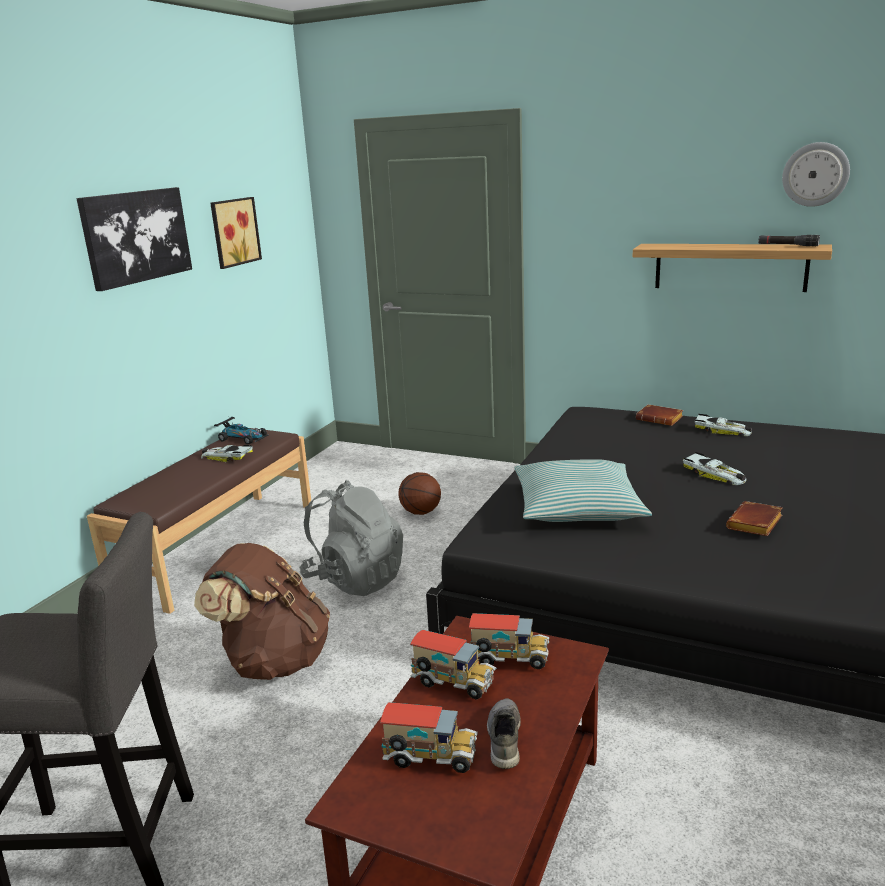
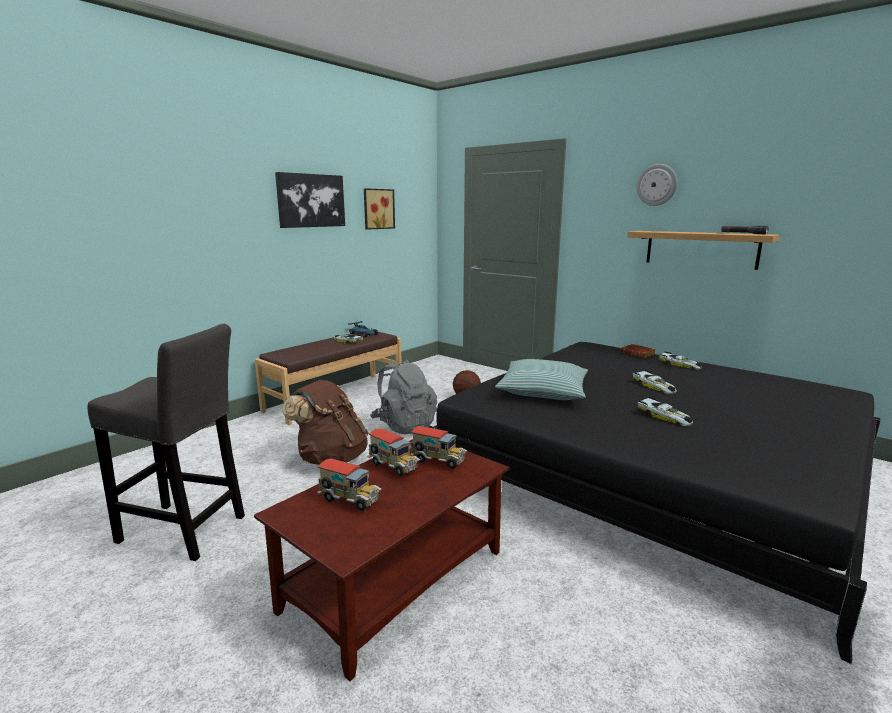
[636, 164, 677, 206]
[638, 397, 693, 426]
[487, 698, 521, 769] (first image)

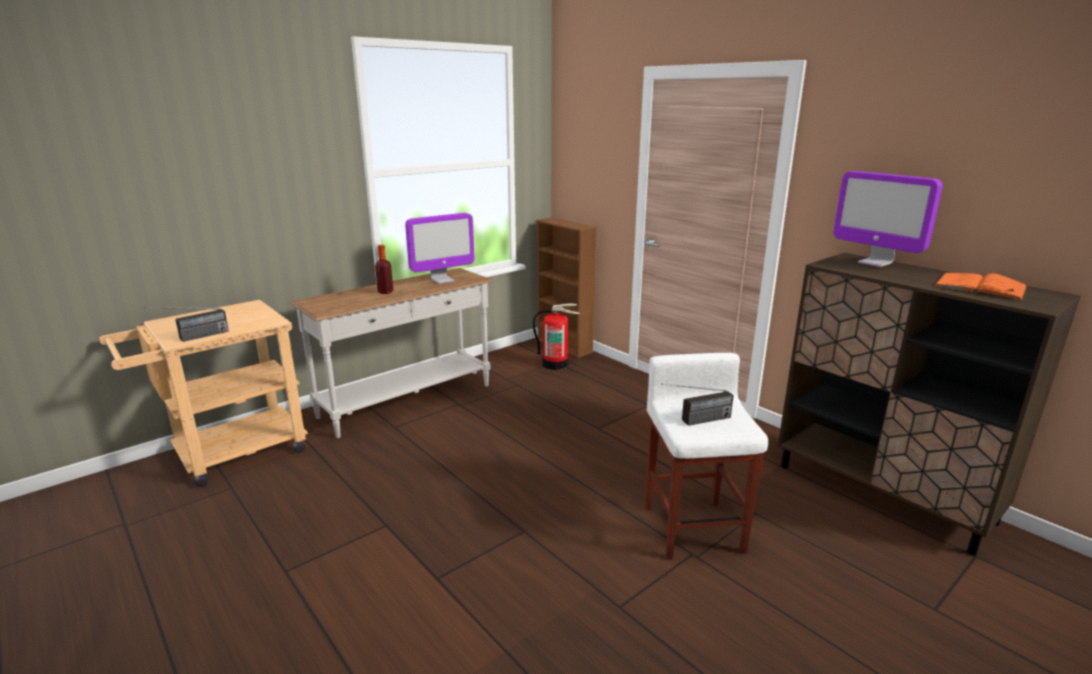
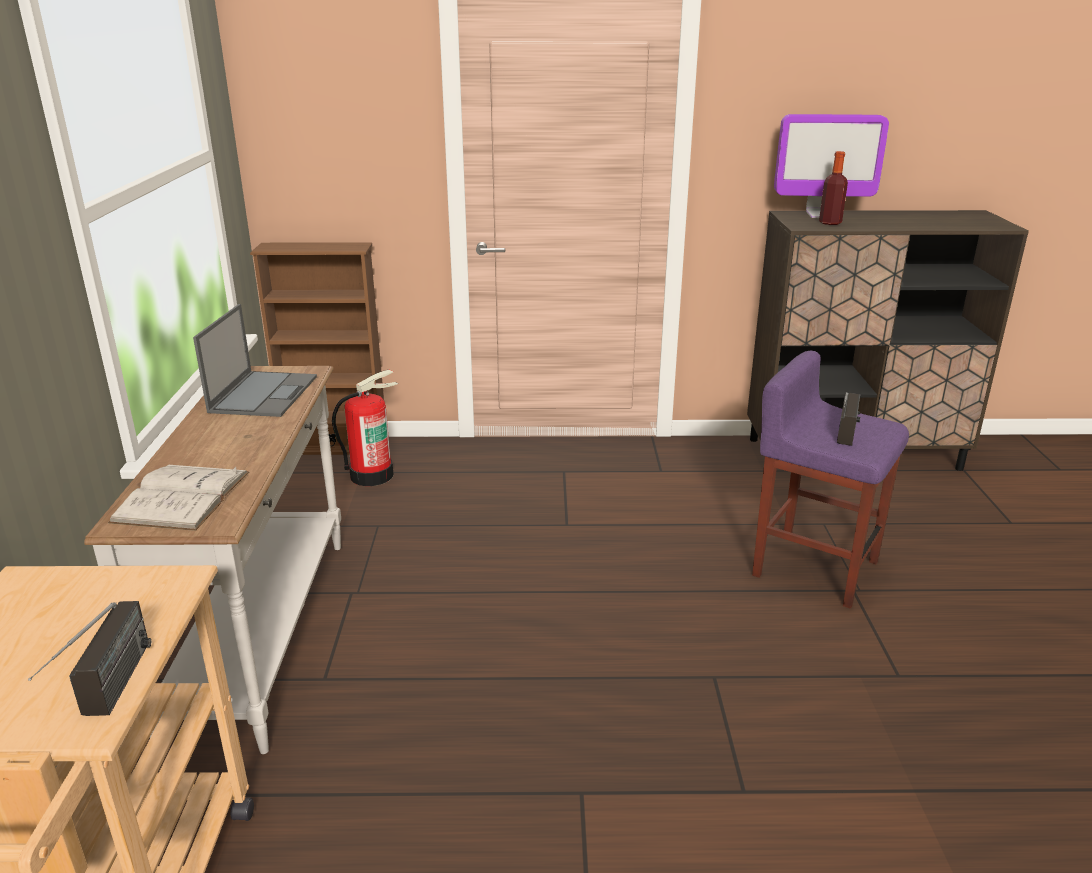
[193, 304, 317, 417]
[819, 151, 848, 225]
[933, 273, 1028, 301] (first image)
[752, 351, 909, 609]
[108, 465, 249, 531]

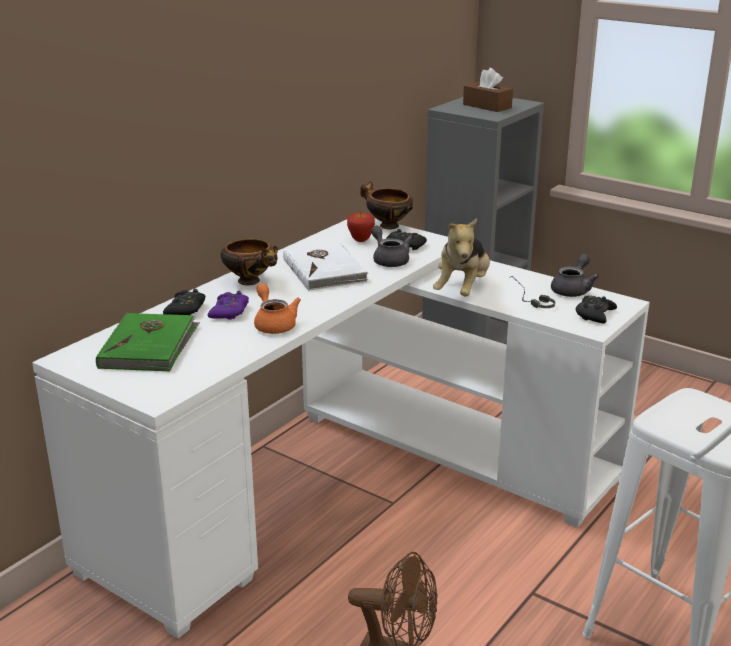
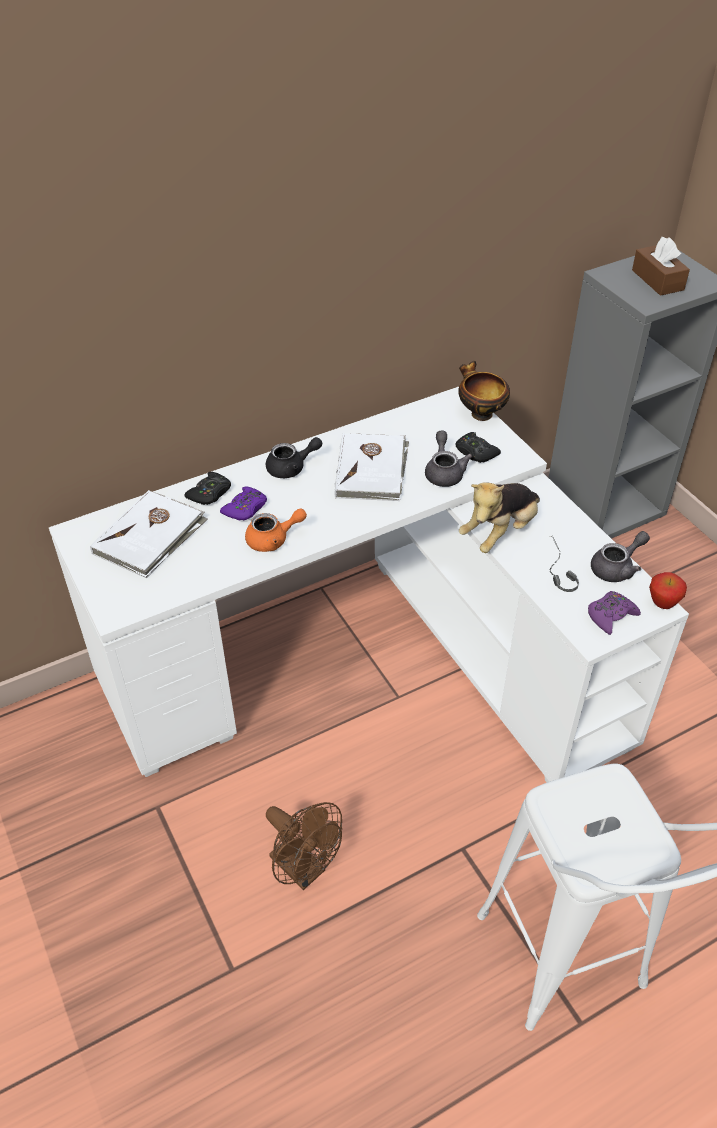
[649, 572, 687, 609]
[266, 437, 322, 478]
[245, 509, 307, 552]
[588, 591, 641, 635]
[90, 490, 208, 578]

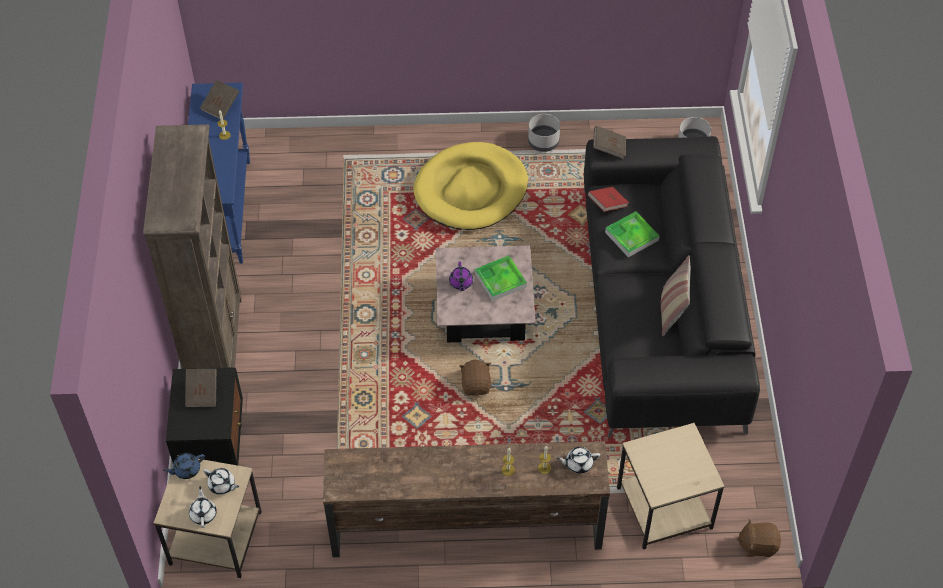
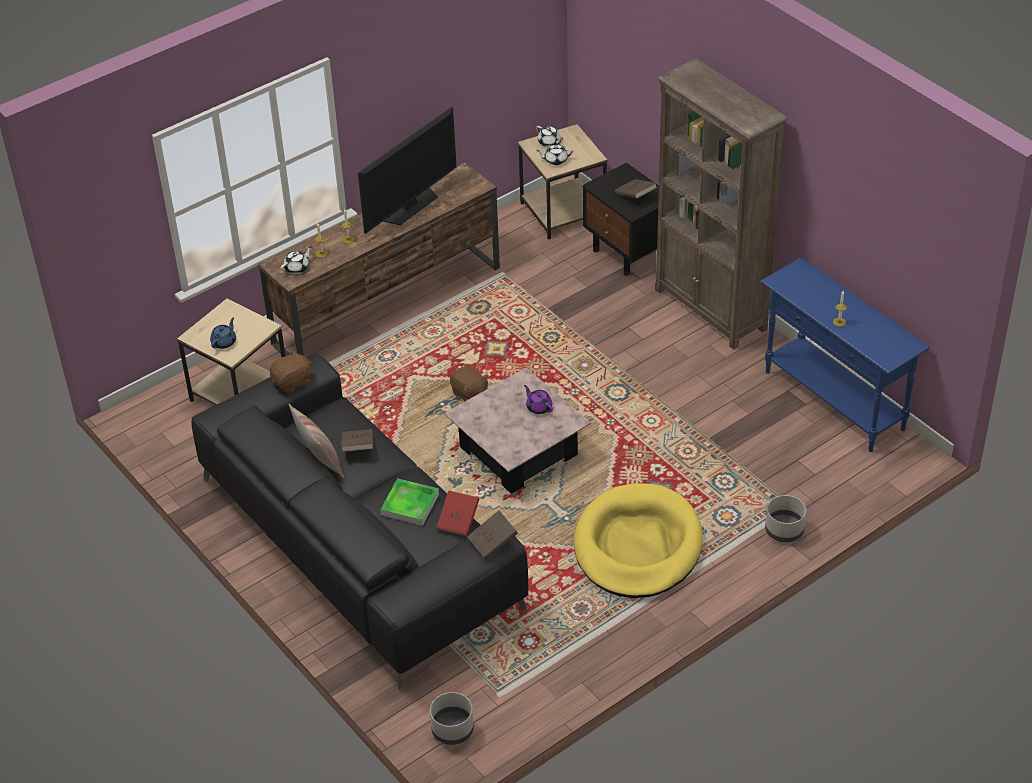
[341, 429, 373, 452]
[765, 495, 806, 542]
[475, 255, 527, 301] (first image)
[210, 318, 236, 349]
[270, 350, 312, 393]
[358, 107, 457, 234]

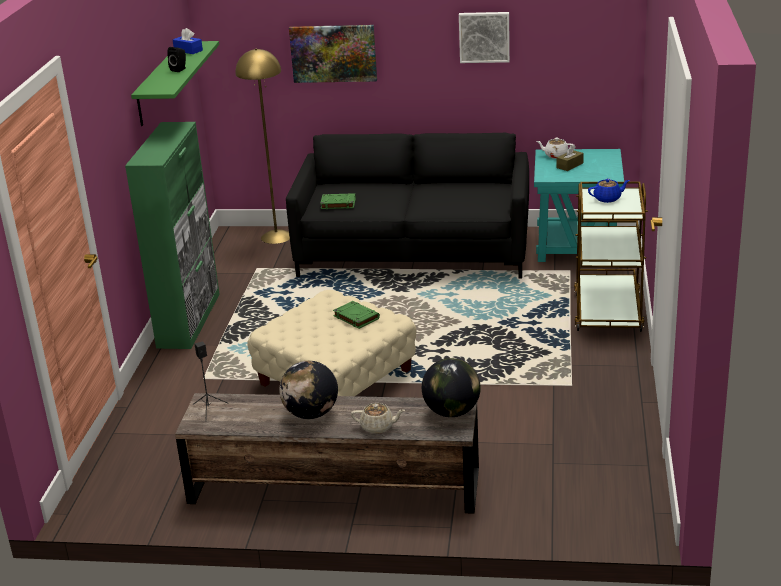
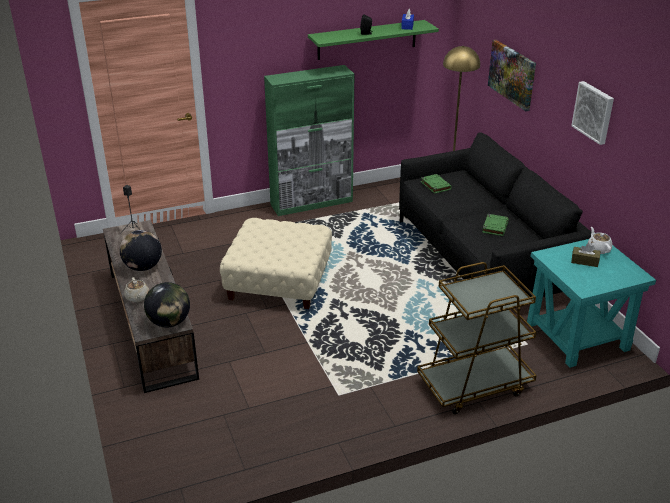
[588, 179, 630, 203] (first image)
[482, 214, 509, 236]

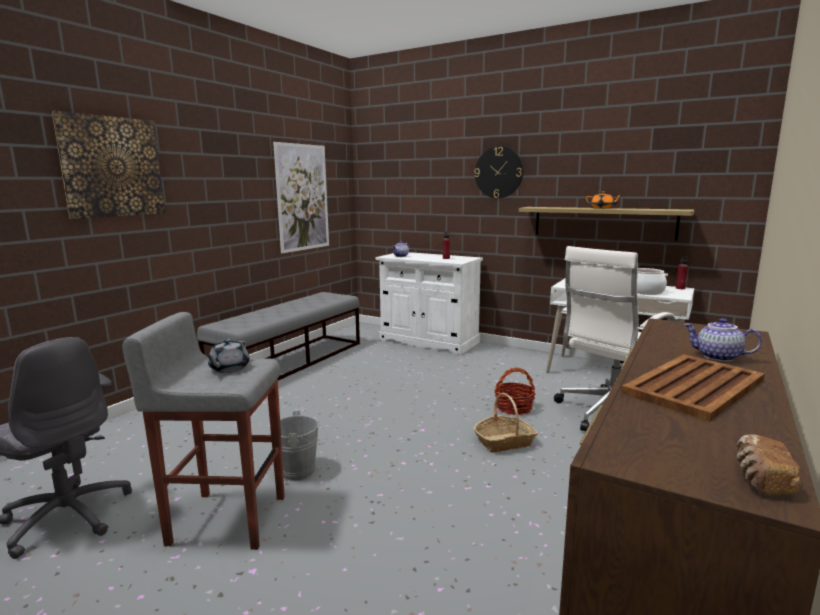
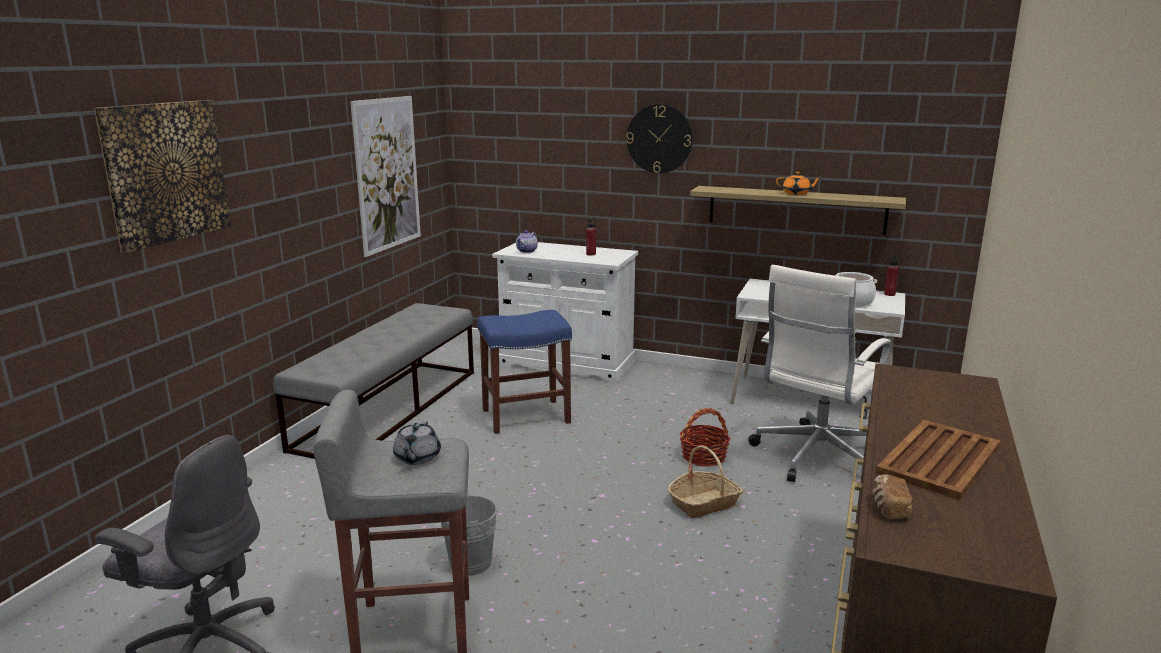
[684, 318, 762, 362] (first image)
[872, 474, 912, 519]
[478, 310, 572, 434]

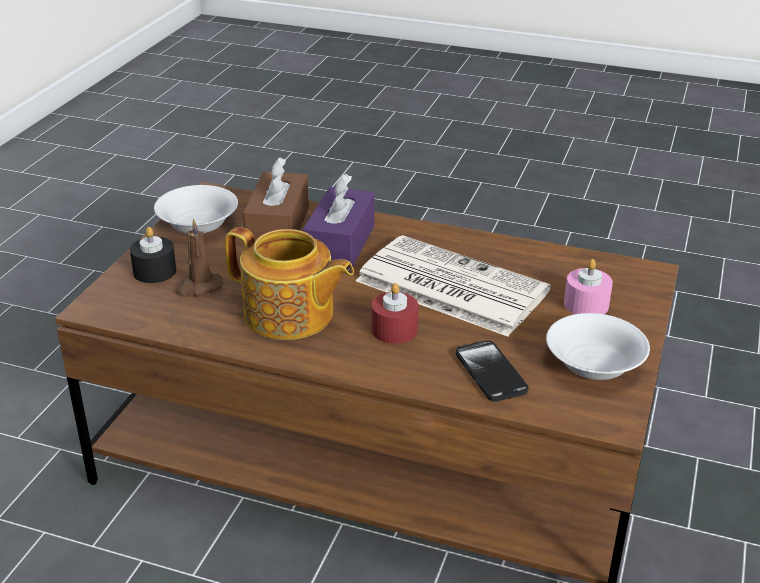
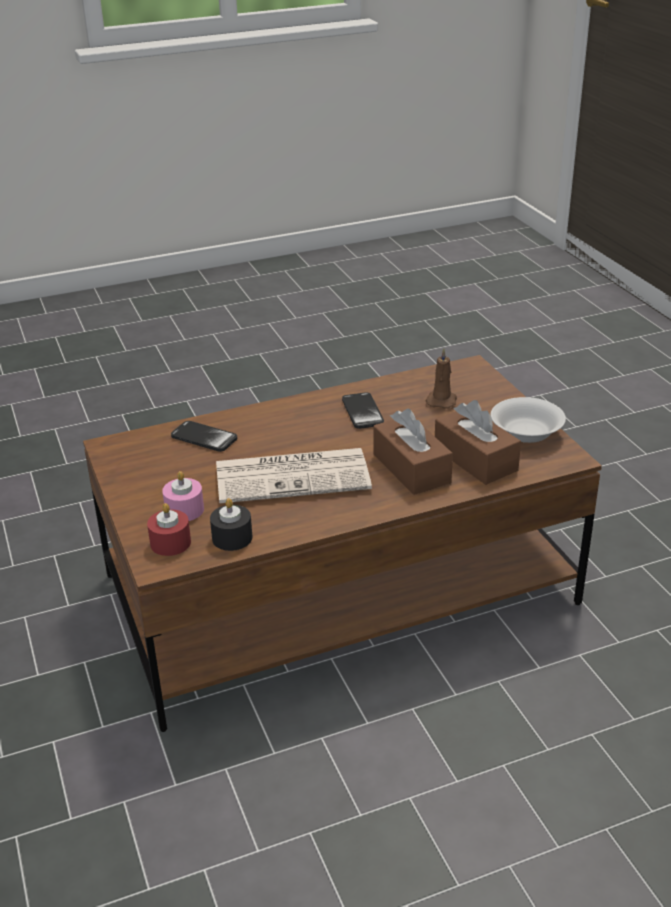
[374, 408, 453, 495]
[210, 498, 253, 551]
[342, 392, 384, 429]
[147, 503, 191, 556]
[546, 313, 650, 380] (first image)

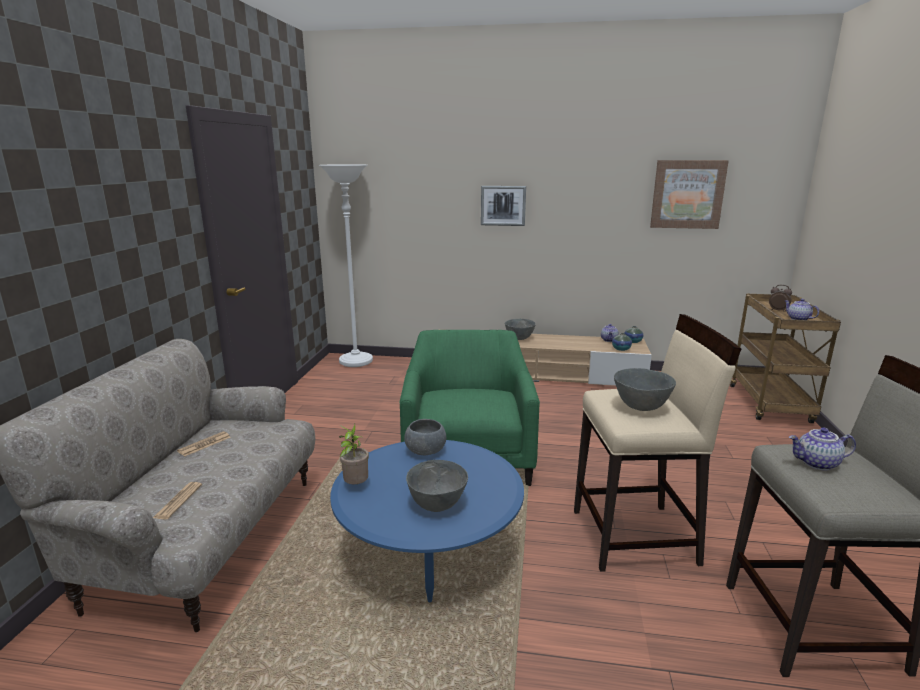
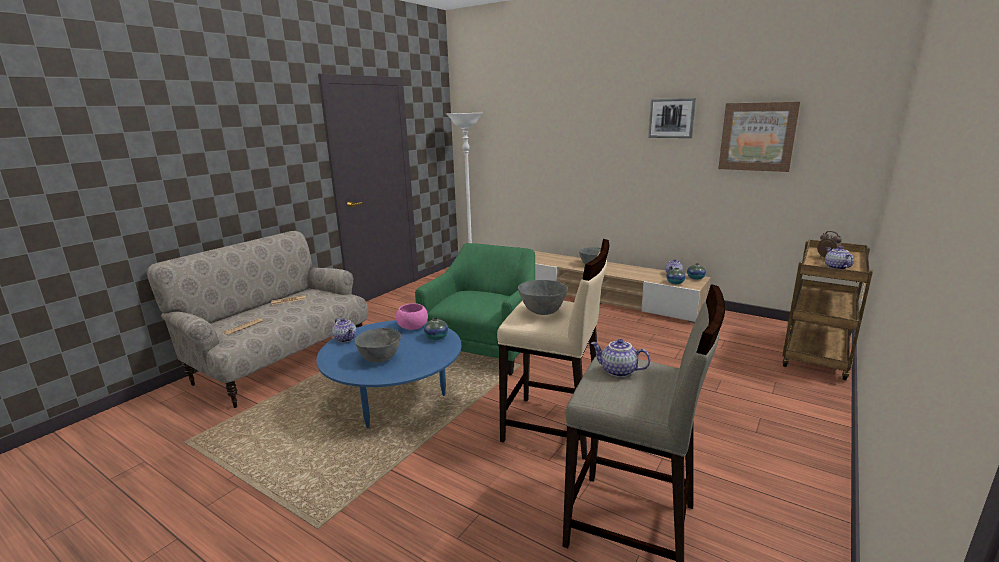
[648, 98, 696, 138]
[396, 303, 428, 330]
[332, 318, 357, 343]
[424, 317, 448, 340]

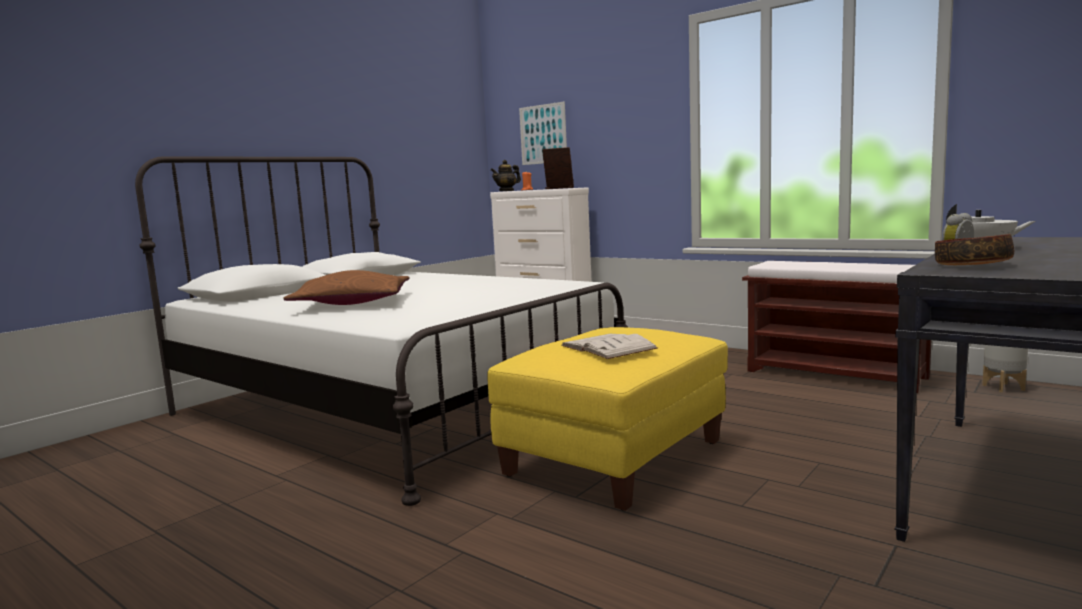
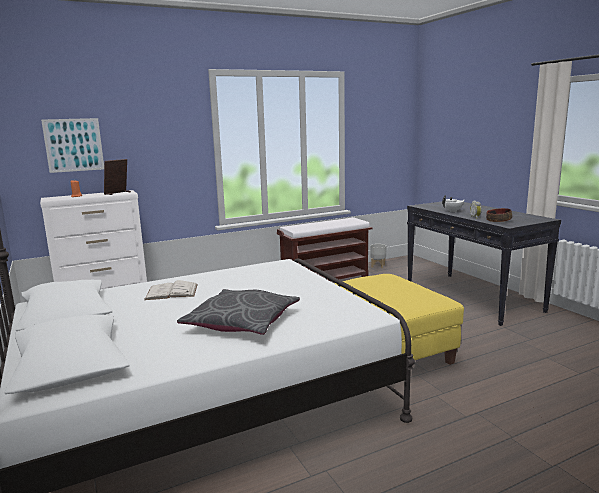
[491, 160, 521, 191] (first image)
[177, 289, 300, 335]
[144, 280, 198, 300]

